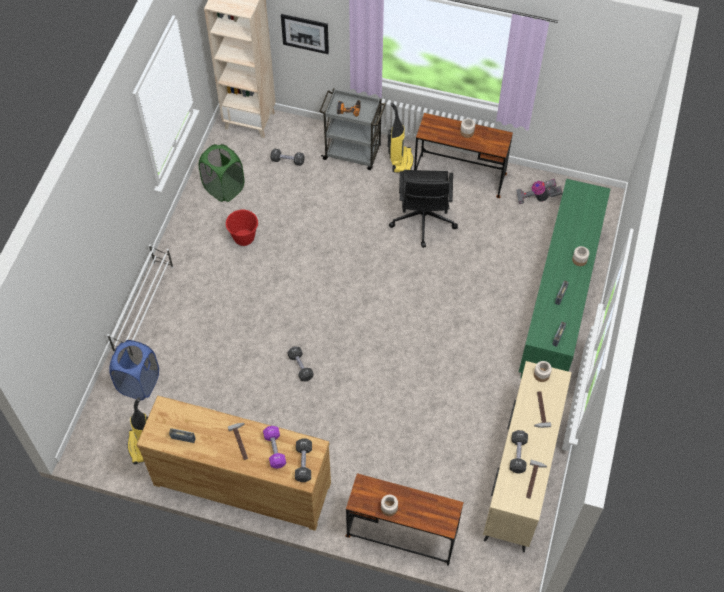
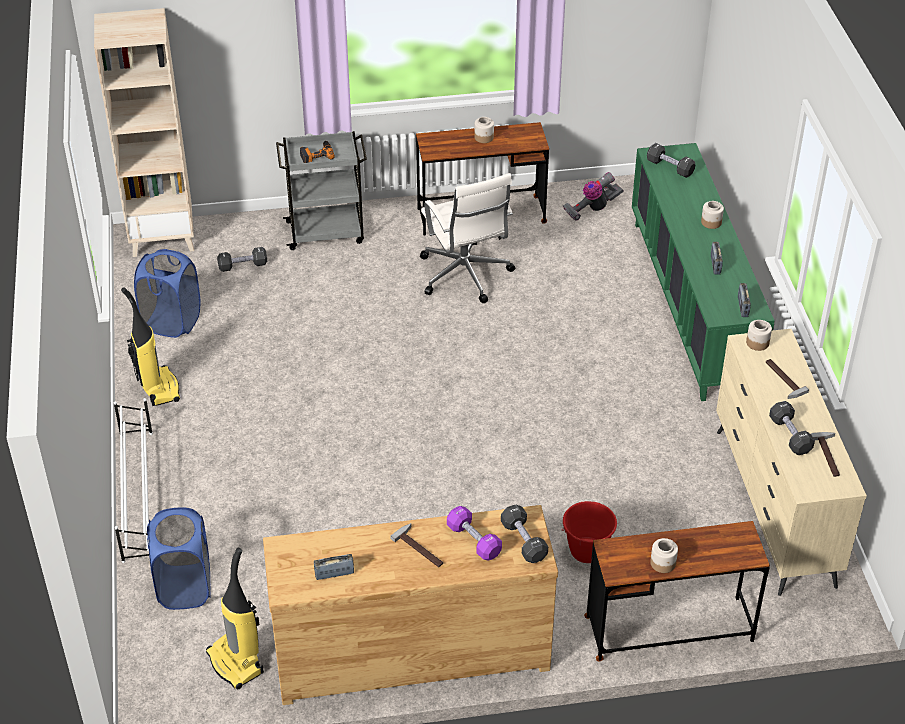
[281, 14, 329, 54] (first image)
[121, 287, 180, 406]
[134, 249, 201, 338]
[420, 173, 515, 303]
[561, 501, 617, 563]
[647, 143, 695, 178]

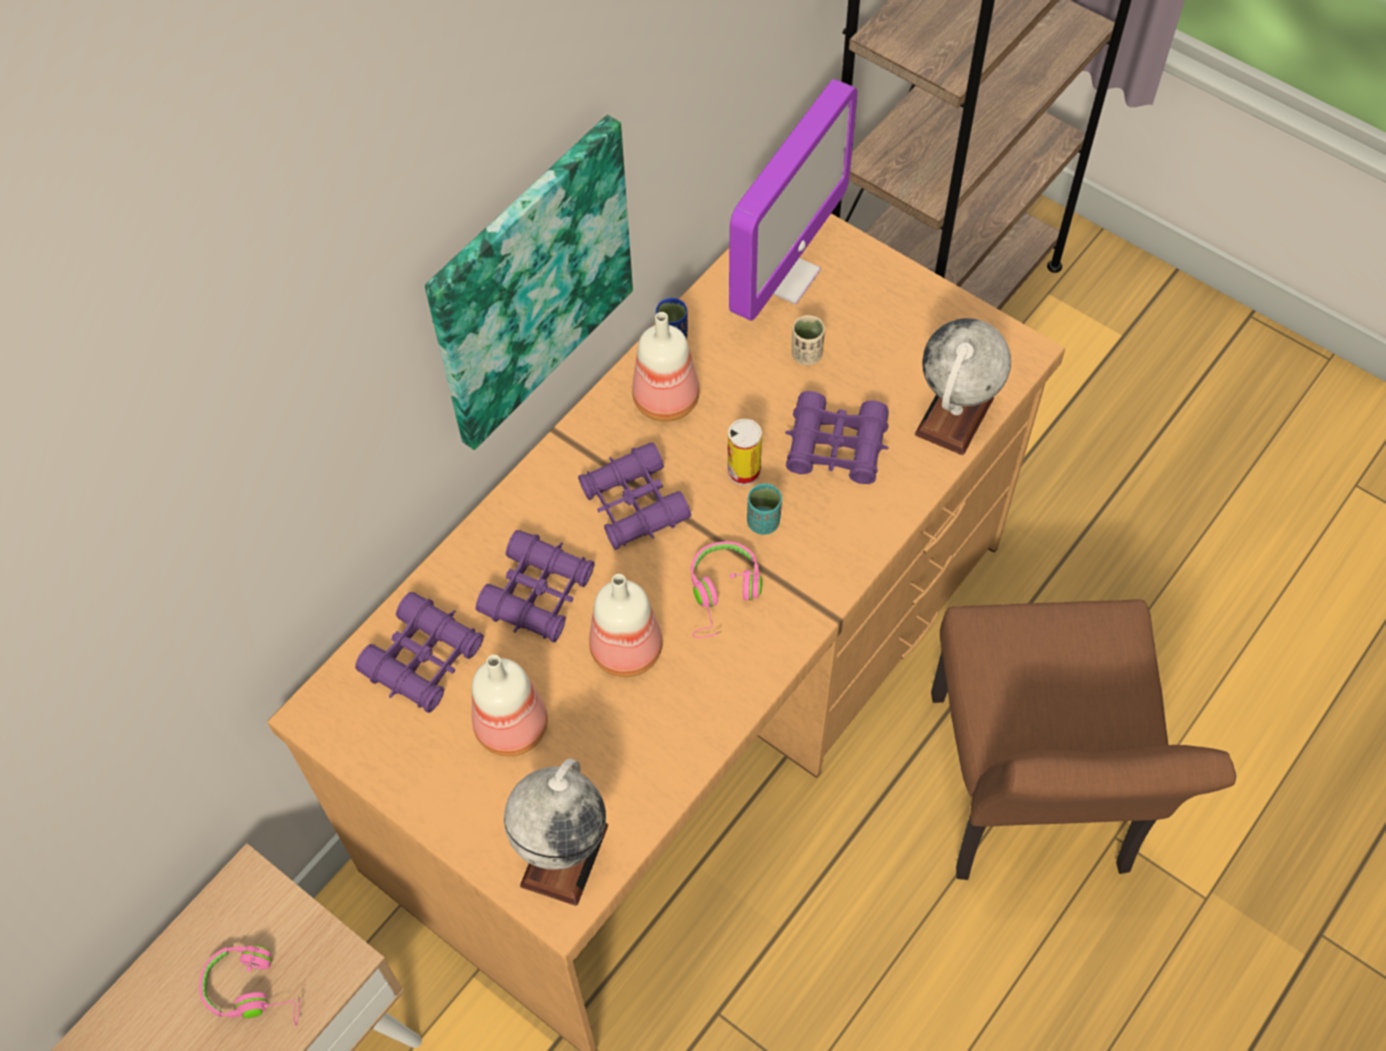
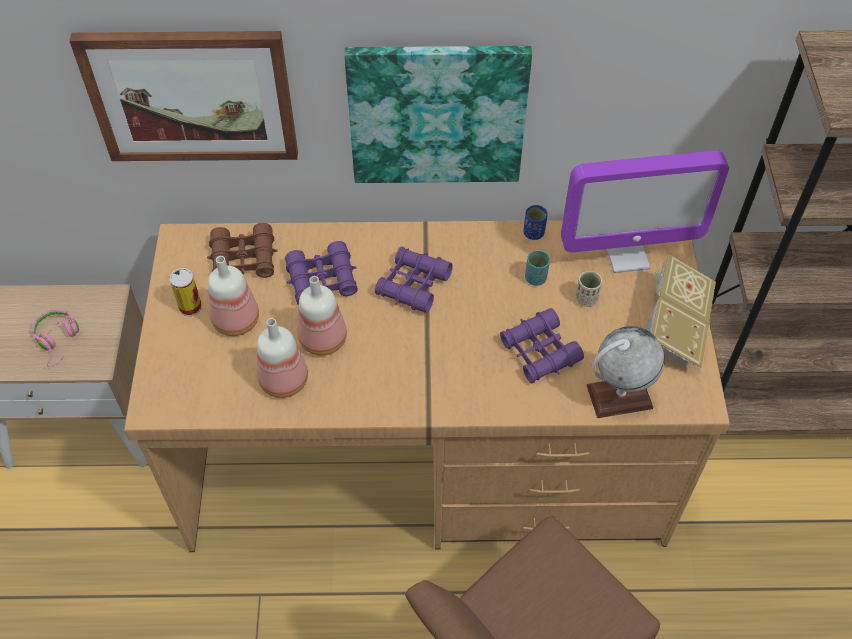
[257, 318, 308, 398]
[169, 268, 202, 316]
[525, 250, 550, 286]
[691, 541, 762, 638] (first image)
[207, 223, 278, 278]
[504, 758, 608, 906] (first image)
[69, 31, 298, 161]
[645, 254, 716, 368]

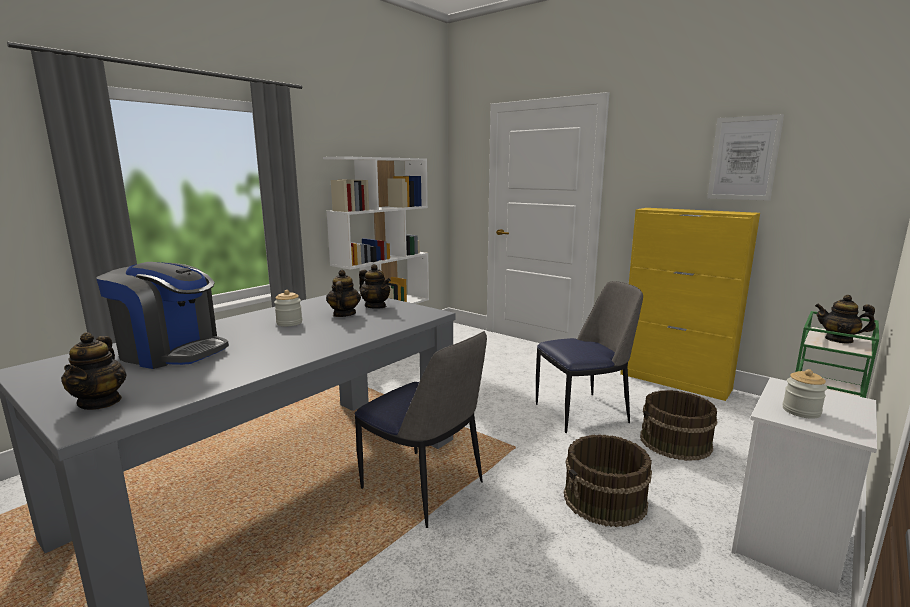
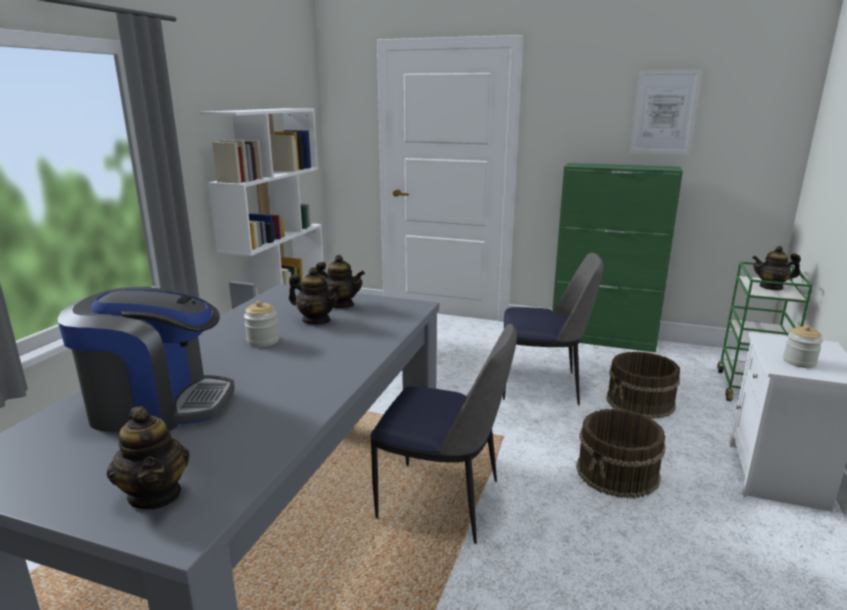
[552, 163, 683, 353]
[289, 267, 341, 324]
[503, 253, 603, 405]

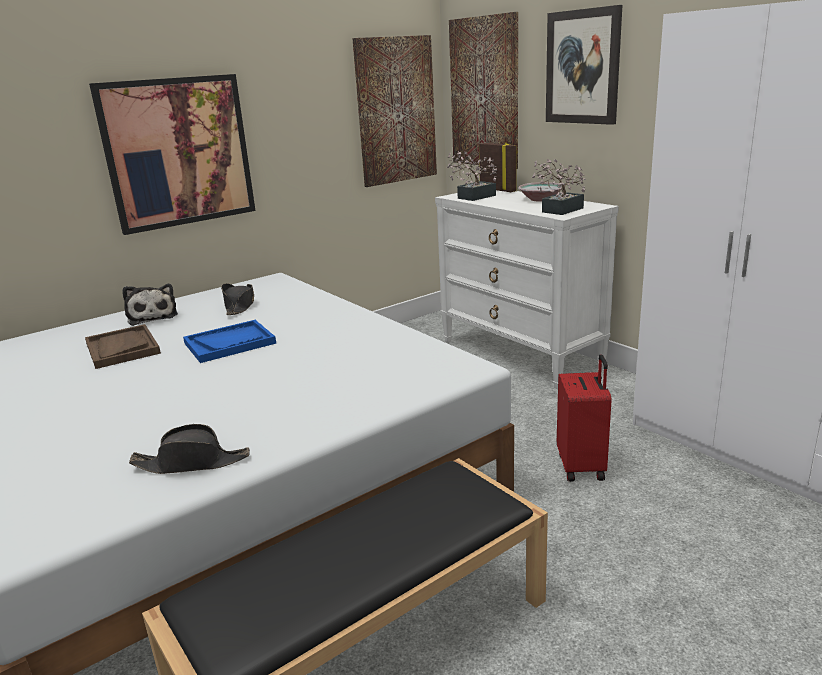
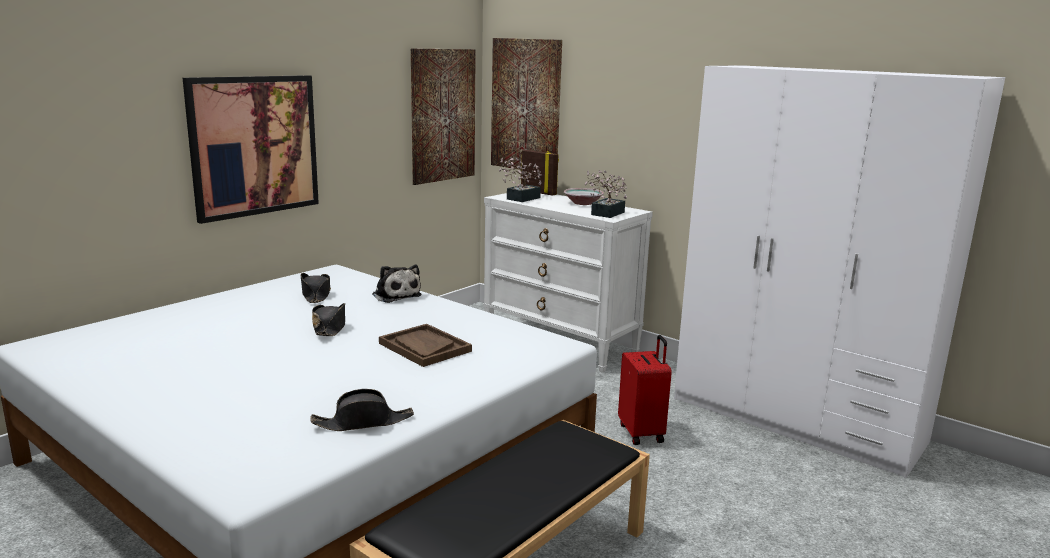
[546, 5, 623, 125] (first image)
[372, 265, 422, 303]
[312, 303, 345, 336]
[379, 324, 472, 367]

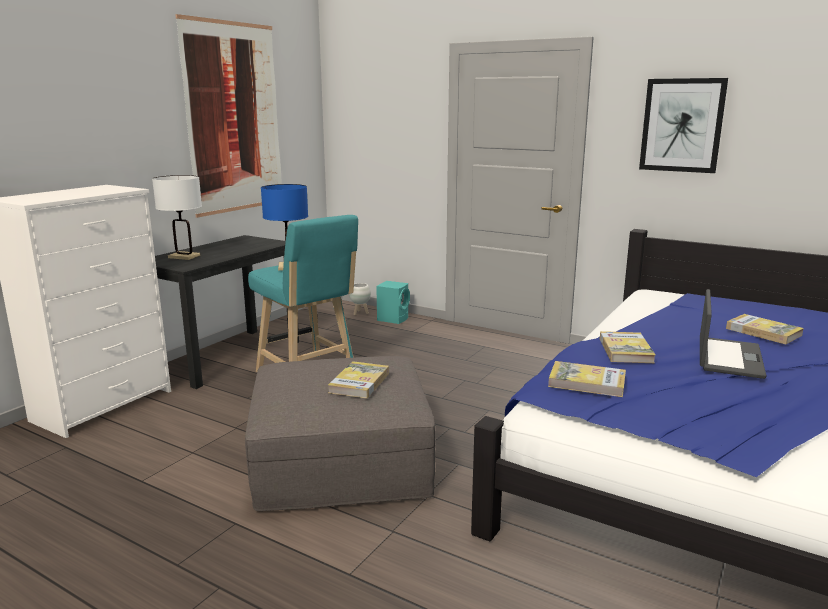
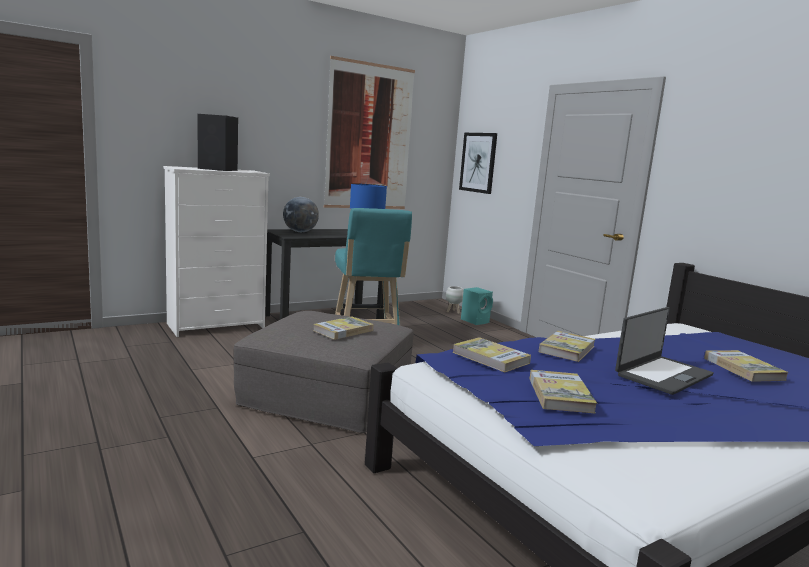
[459, 133, 497, 194]
[283, 197, 319, 232]
[198, 114, 238, 171]
[530, 370, 597, 414]

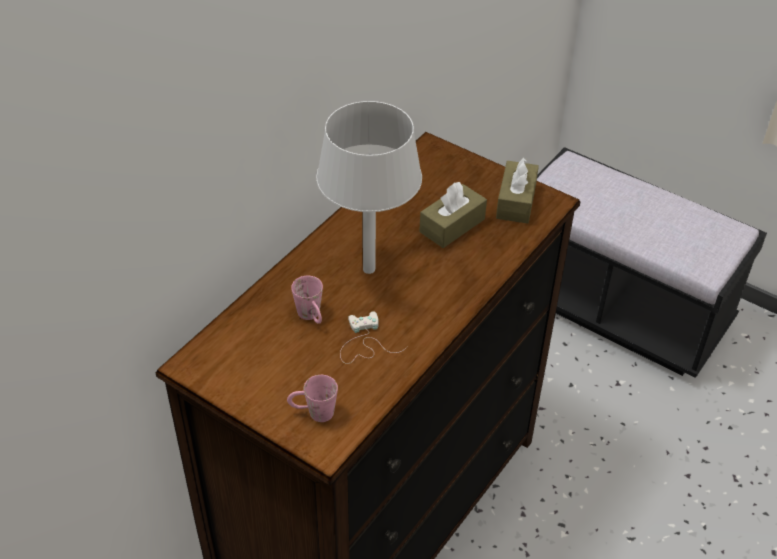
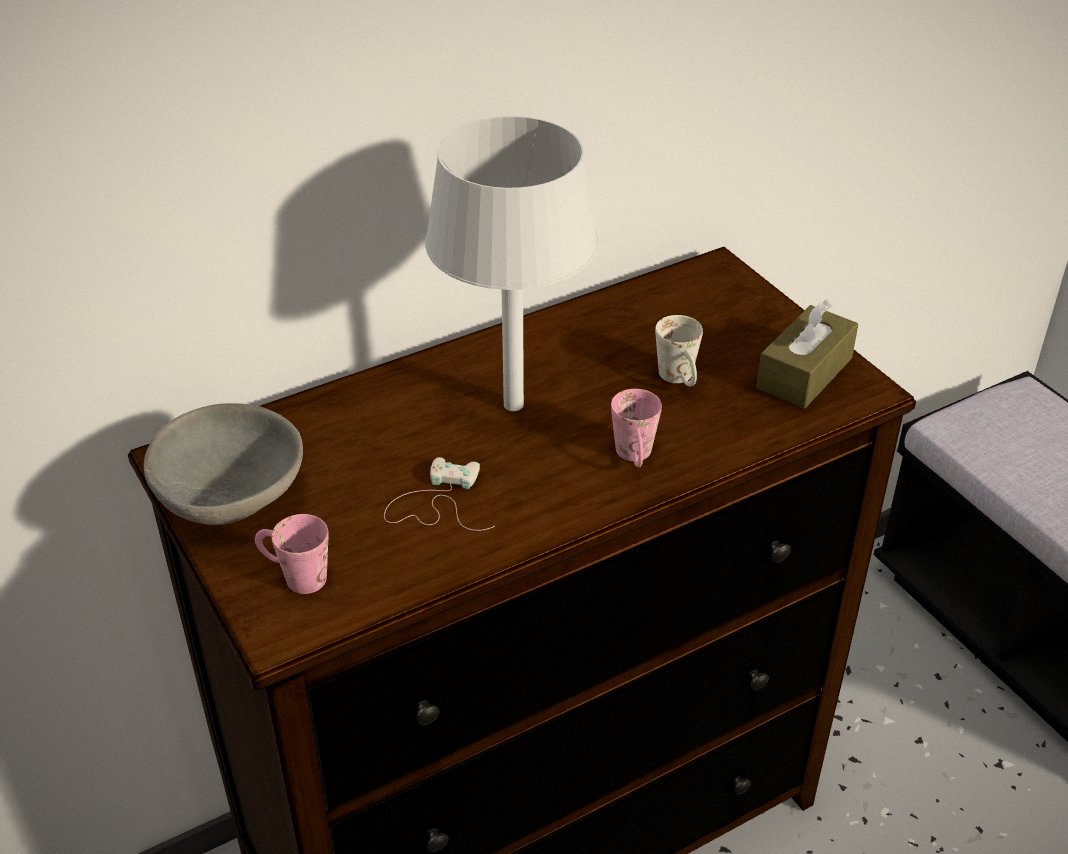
[655, 315, 703, 386]
[611, 389, 662, 467]
[144, 403, 303, 525]

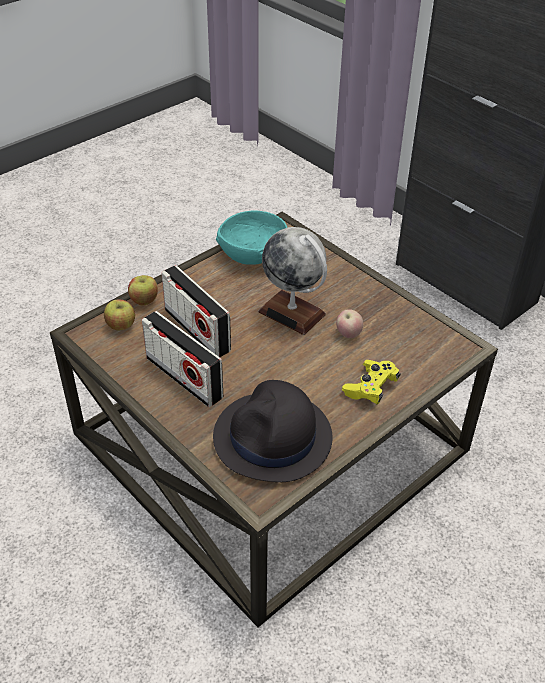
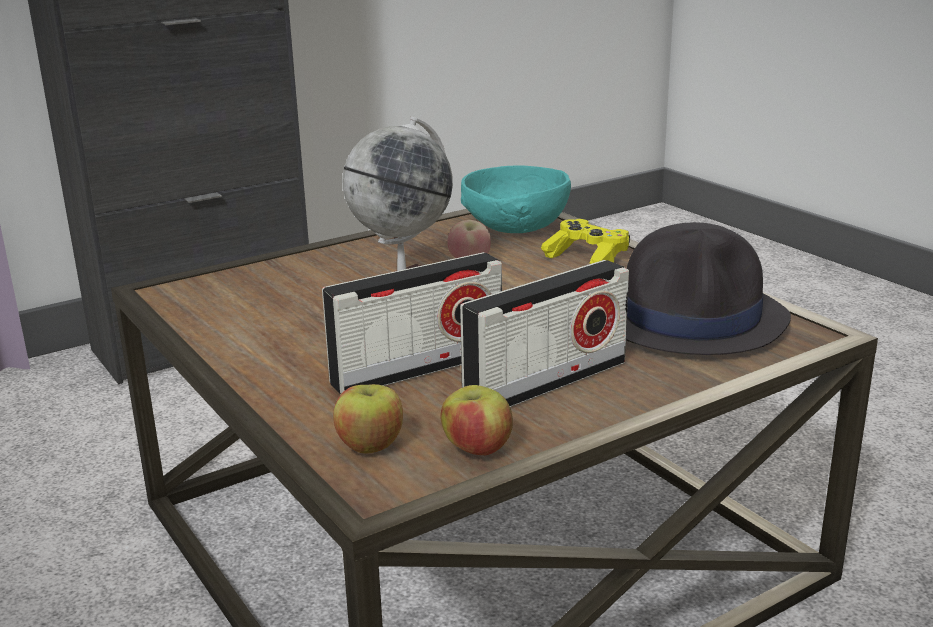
[461, 165, 571, 233]
[440, 385, 513, 455]

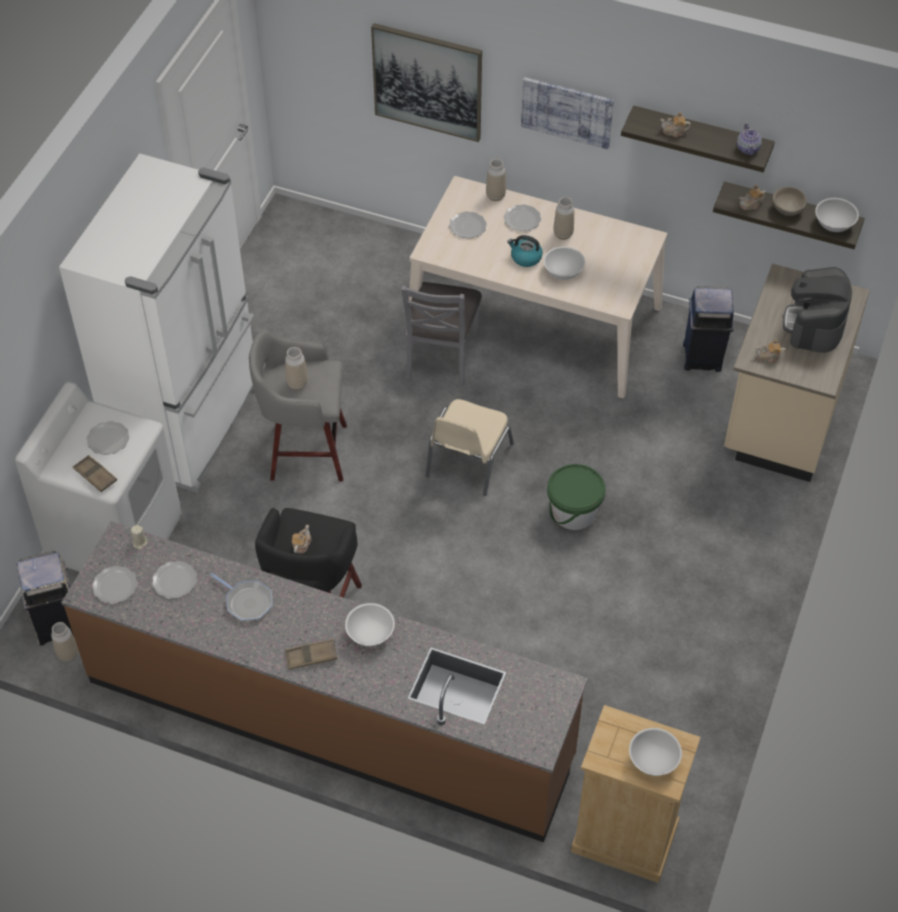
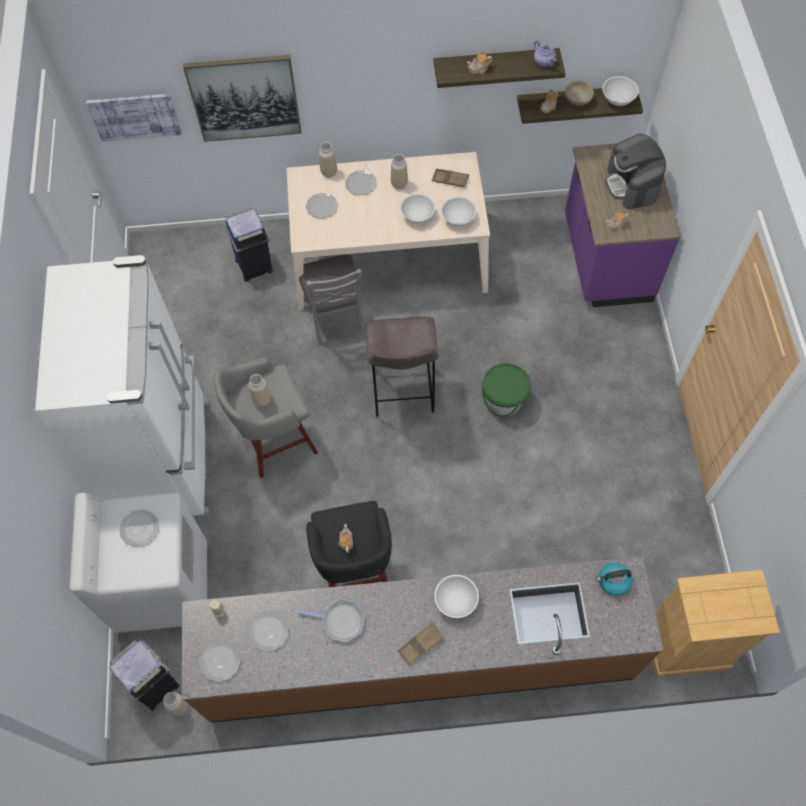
[86, 94, 182, 142]
[596, 563, 633, 596]
[565, 143, 681, 307]
[225, 208, 273, 282]
[366, 317, 438, 417]
[432, 168, 469, 187]
[441, 196, 476, 226]

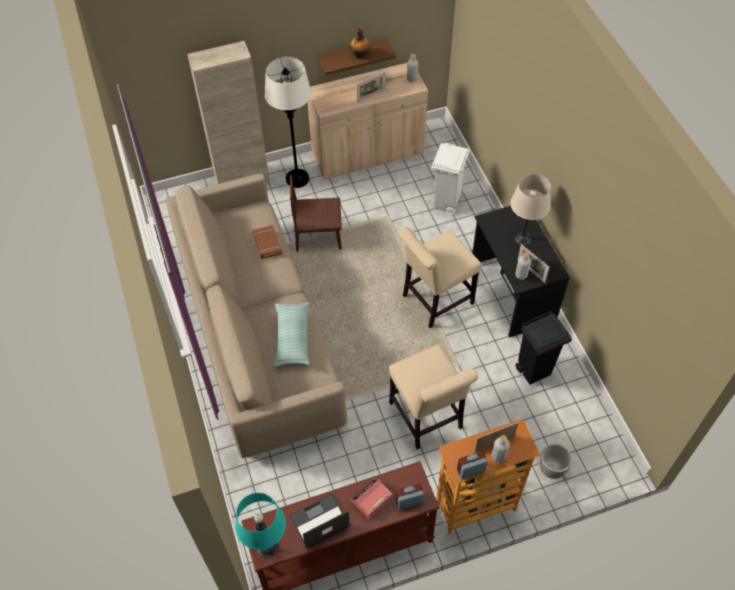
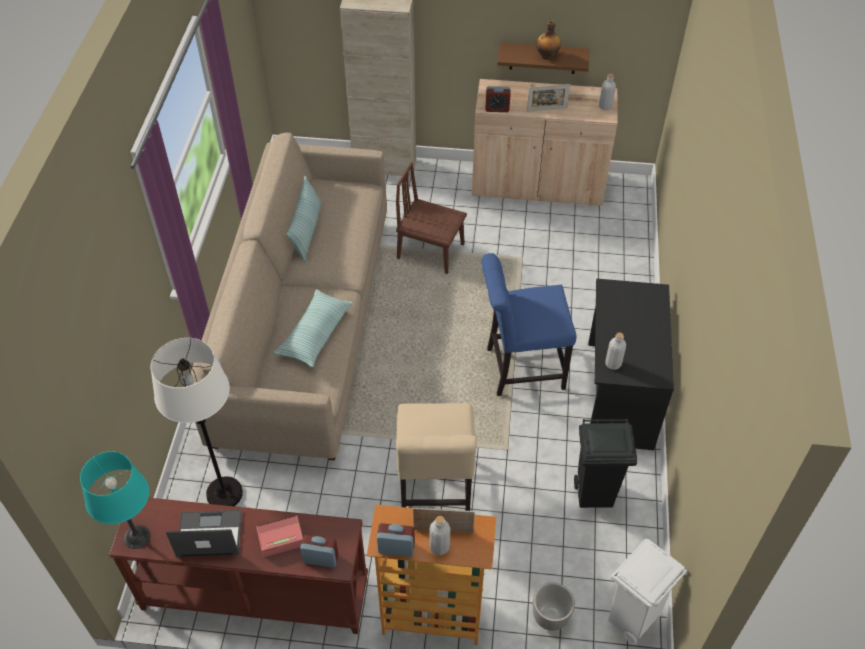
[150, 338, 243, 506]
[608, 538, 687, 645]
[511, 174, 551, 245] (first image)
[253, 225, 282, 259] (first image)
[482, 253, 577, 396]
[517, 244, 549, 283] (first image)
[486, 86, 511, 112]
[287, 176, 322, 262]

